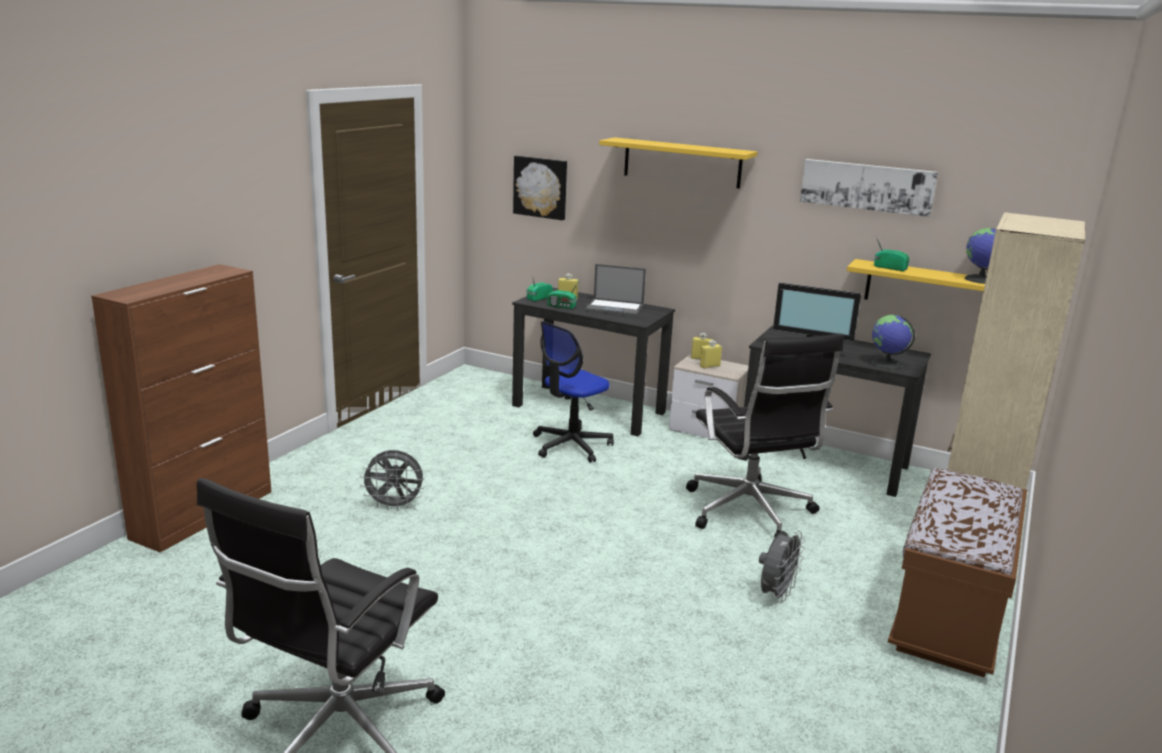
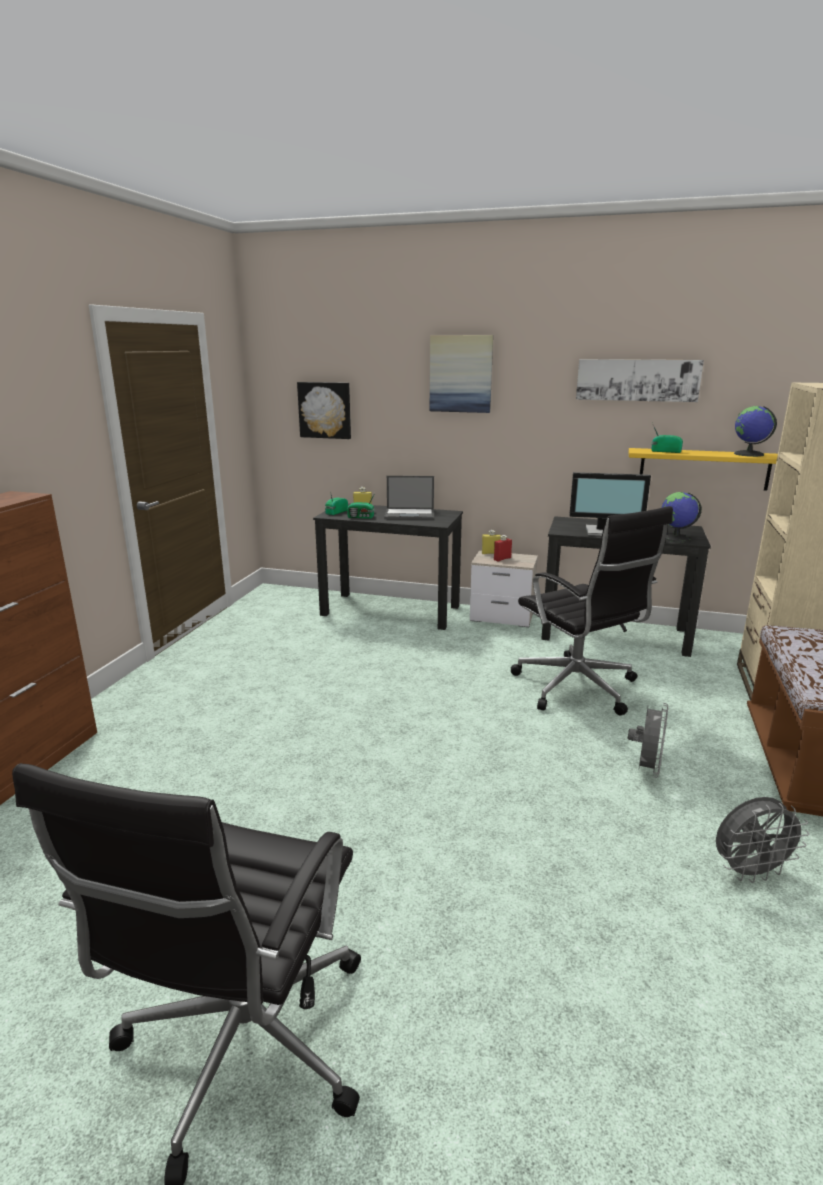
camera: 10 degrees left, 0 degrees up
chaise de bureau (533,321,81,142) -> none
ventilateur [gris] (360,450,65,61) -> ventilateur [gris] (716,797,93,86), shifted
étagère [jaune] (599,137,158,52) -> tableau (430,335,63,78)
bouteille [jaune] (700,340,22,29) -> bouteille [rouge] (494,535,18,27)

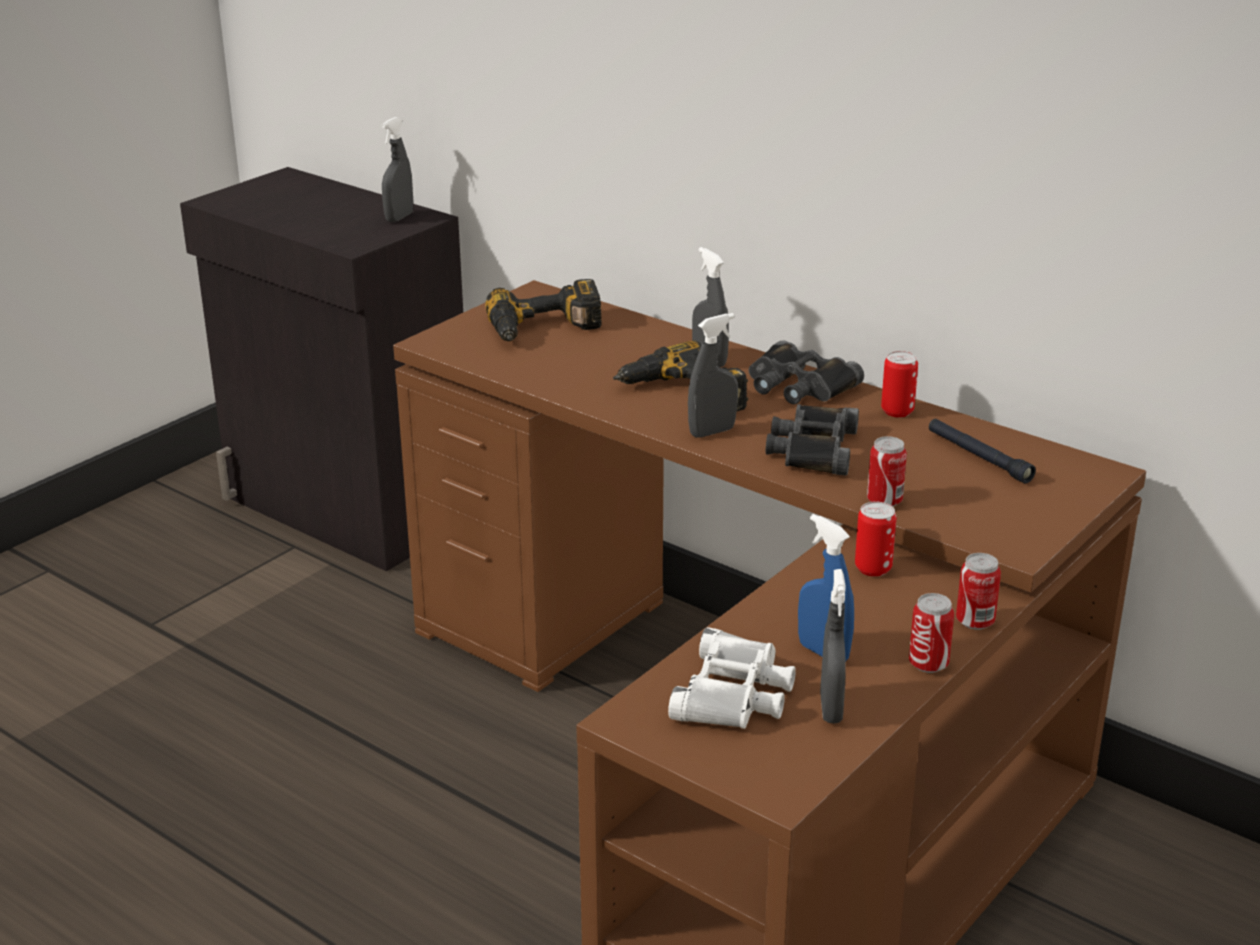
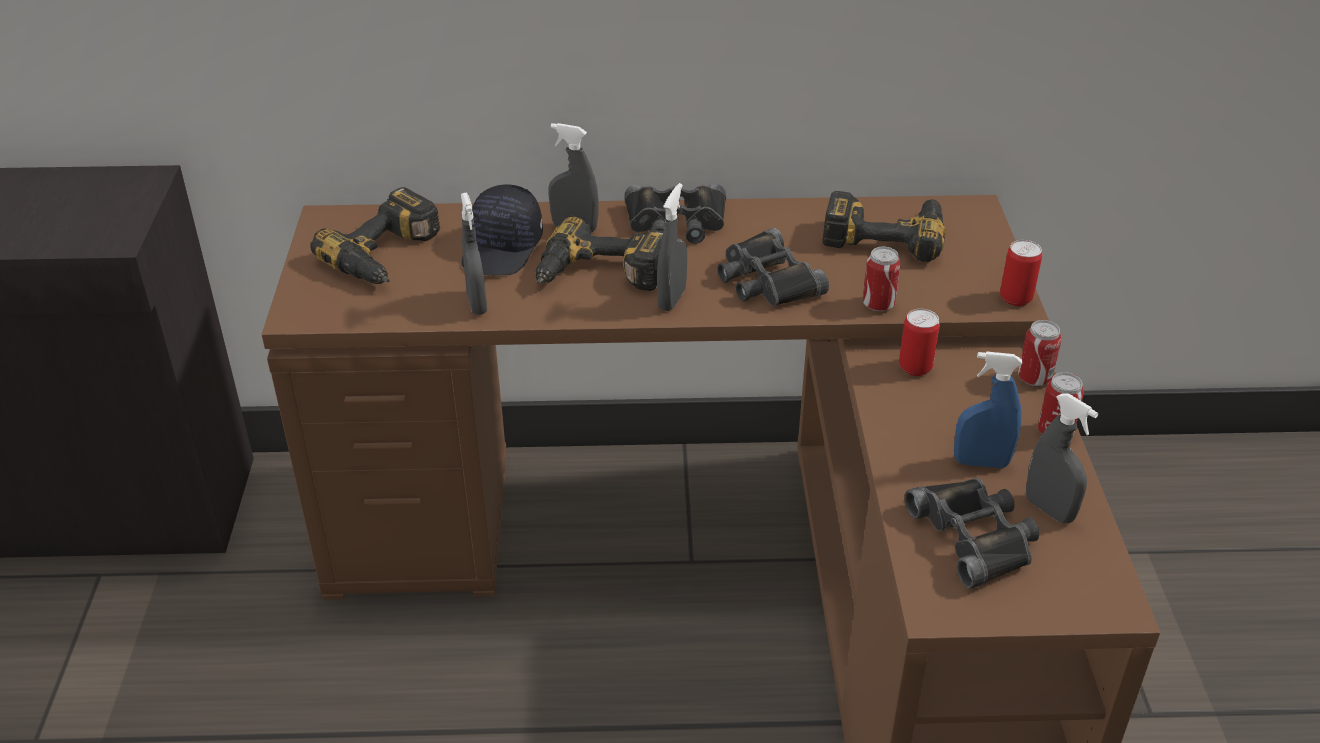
camera: 40 degrees left, 10 degrees up
none -> casquette [noir] (461,185,82,90)
vaporisateur [gris] (382,117,31,105) -> vaporisateur [gris] (461,192,26,123), shifted
boîte métallique (881,351,37,66) -> boîte métallique (1000,240,42,66), shifted
lampe de poche [noir] (929,419,107,65) -> perceuse (823,191,123,71)
jumelles [blanc] (668,627,128,102) -> jumelles [noir] (904,478,135,111)

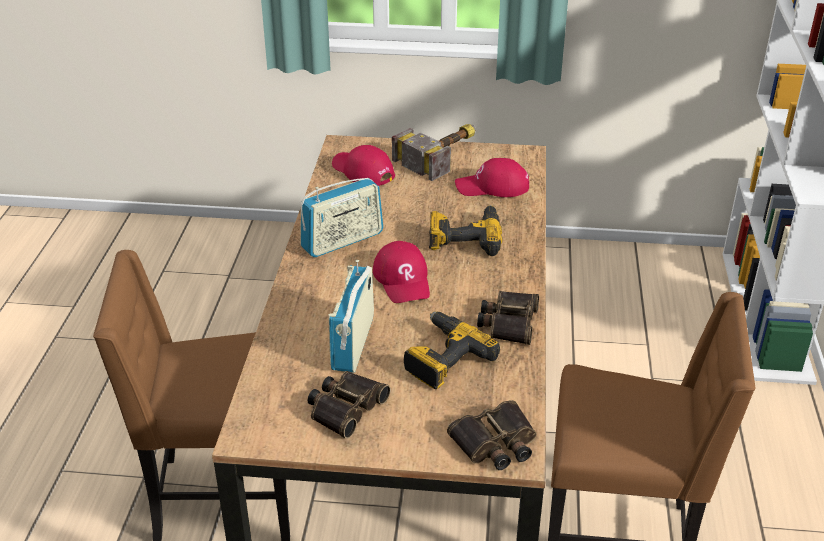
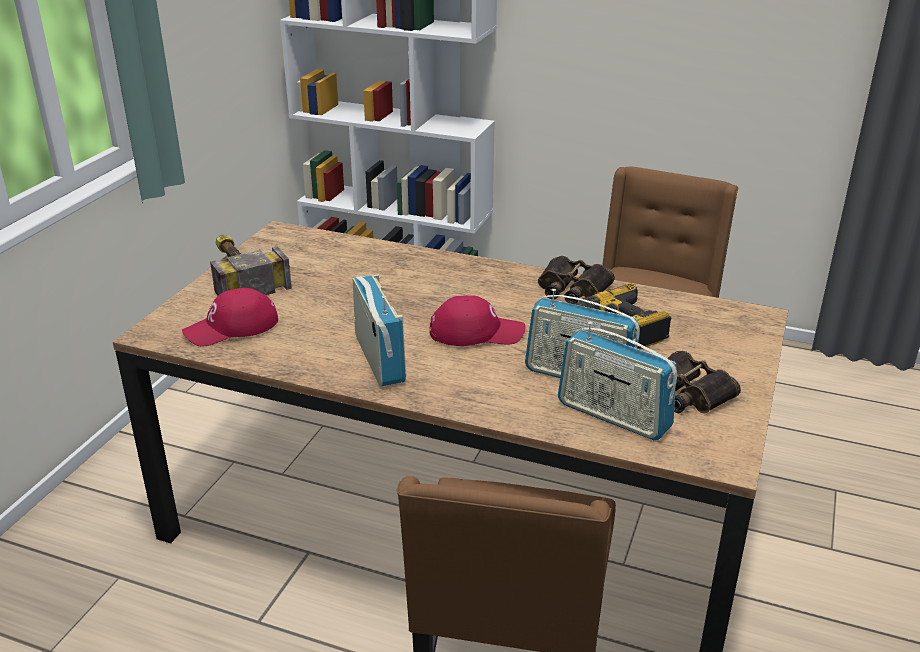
camera: 75 degrees left, 5 degrees down
perceuse (429,205,74,51) -> none
jumelles (447,400,90,70) -> none
casquette [rouge] (455,158,74,39) -> none
none -> radio (558,321,119,119)

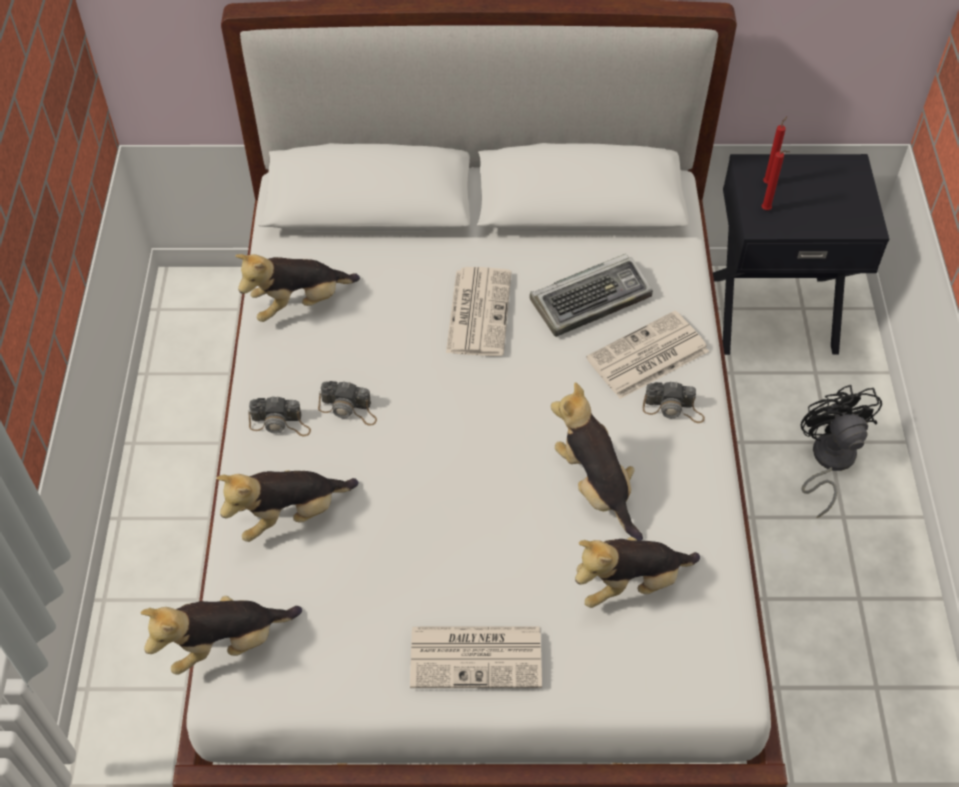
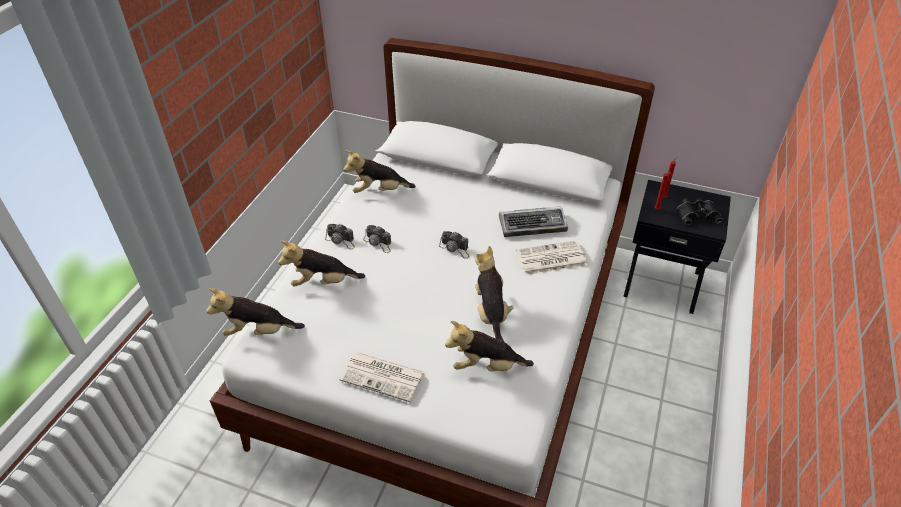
camera: 20 degrees right, 10 degrees down
journal (446,267,65,89) -> none
ventilateur [noir] (801,385,81,133) -> none
none -> jumelles [noir] (677,197,46,28)
appareil photo (643,381,62,42) -> appareil photo (439,231,30,27), shifted

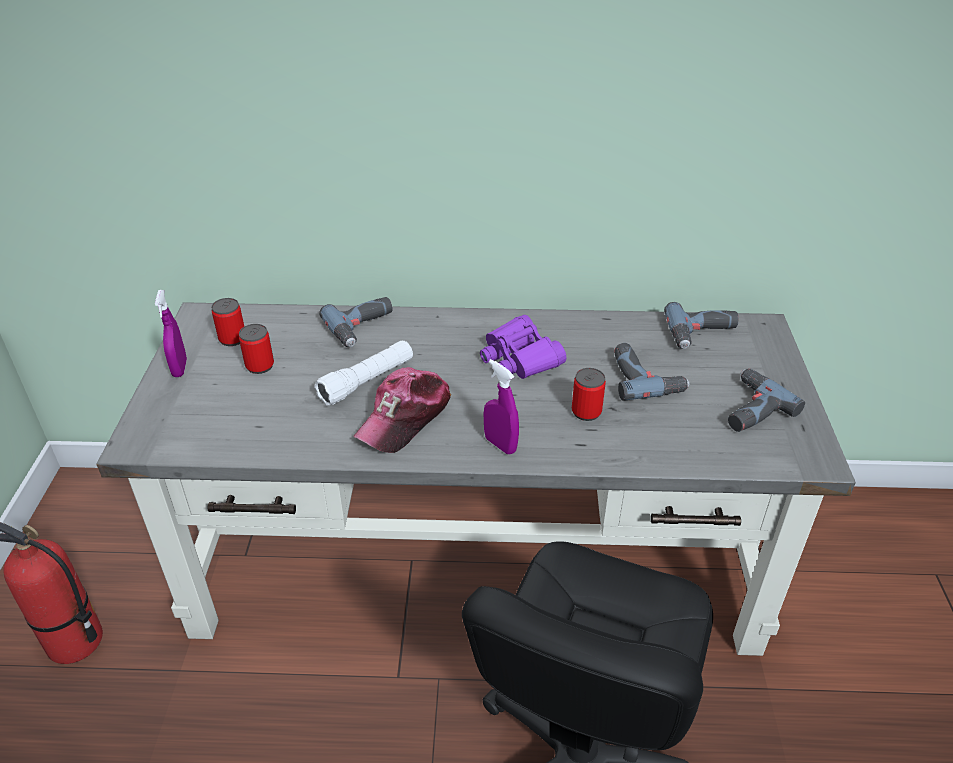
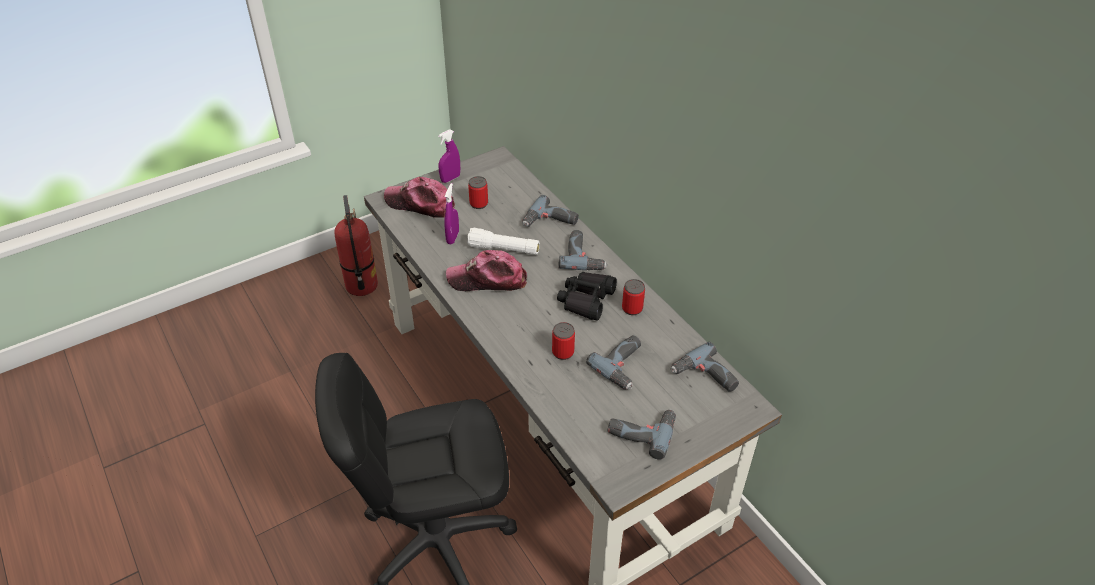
camera: 55 degrees right, 5 degrees up
none -> casquette (384,177,71,41)
none -> perceuse (558,230,49,40)
boîte métallique (211,298,33,48) -> boîte métallique (622,279,23,36), shifted
vaporisateur [violet] (484,359,35,95) -> vaporisateur [violet] (444,183,15,61), shifted
jumelles [violet] (480,315,87,64) -> jumelles [noir] (557,272,60,49)

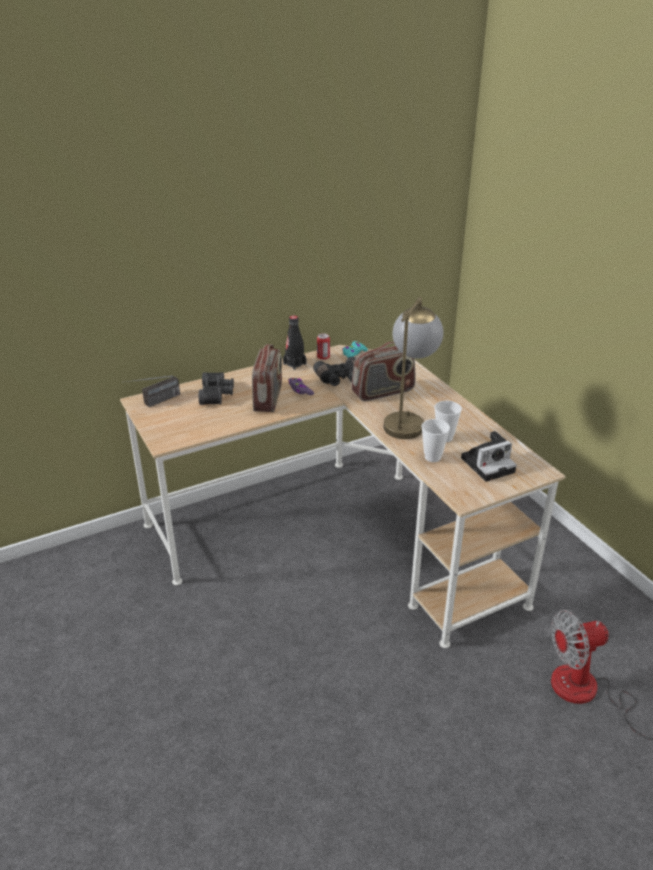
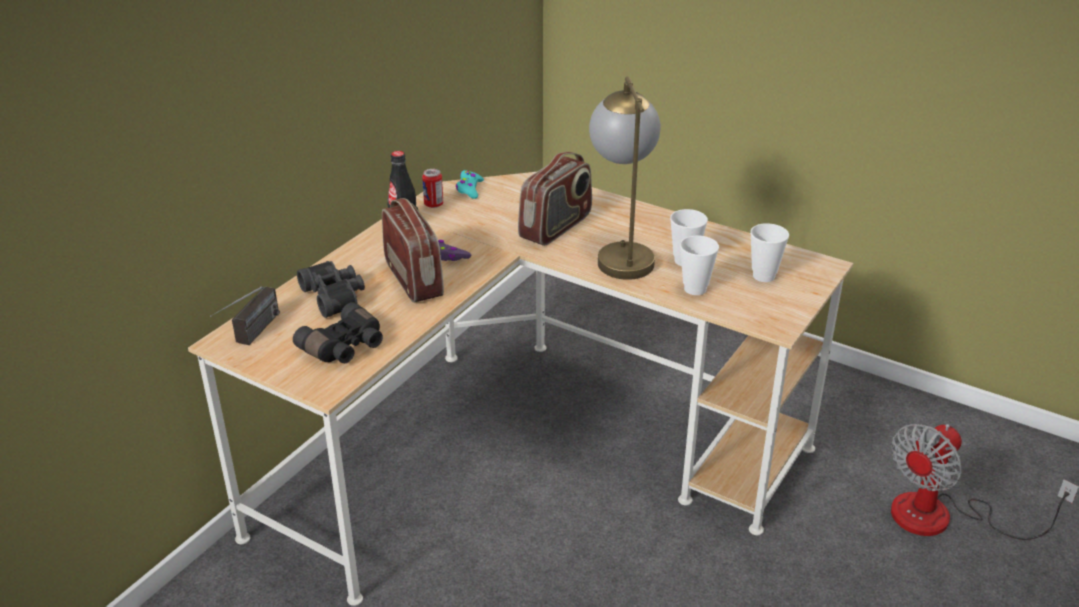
camera: 30 degrees left, 0 degrees up
jumelles [noir] (313,357,43,29) -> jumelles [noir] (293,302,90,61), shifted
appareil photo (461,431,56,51) -> tasse (750,223,39,59)

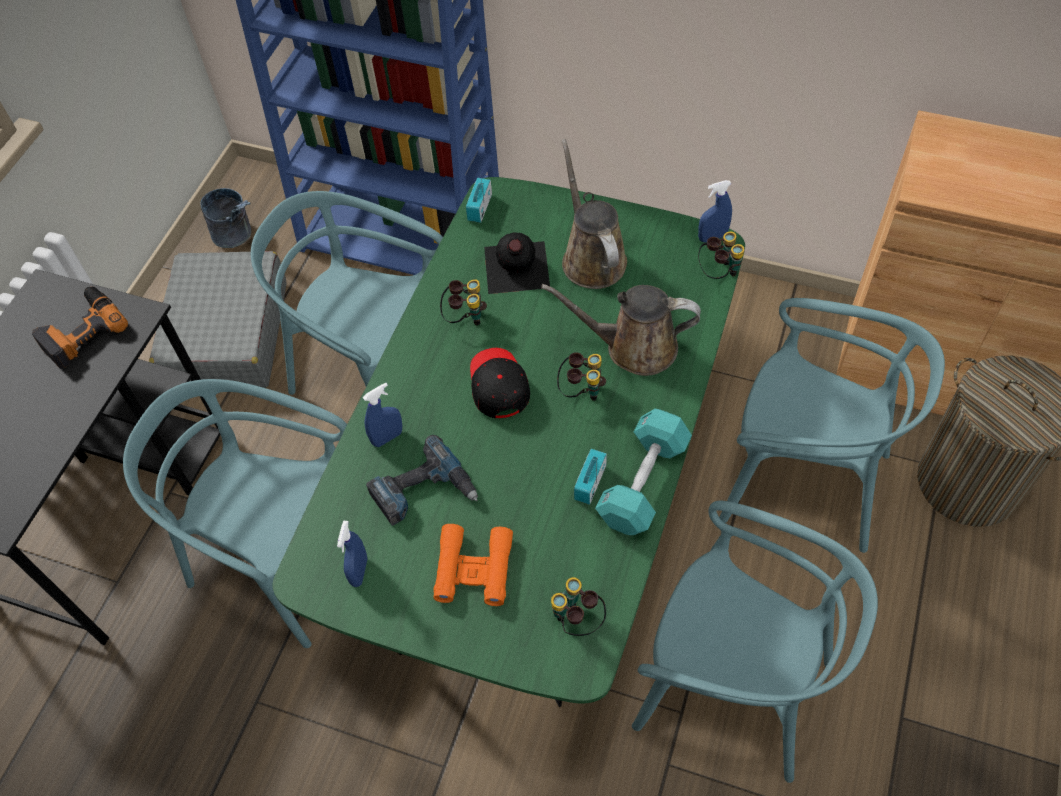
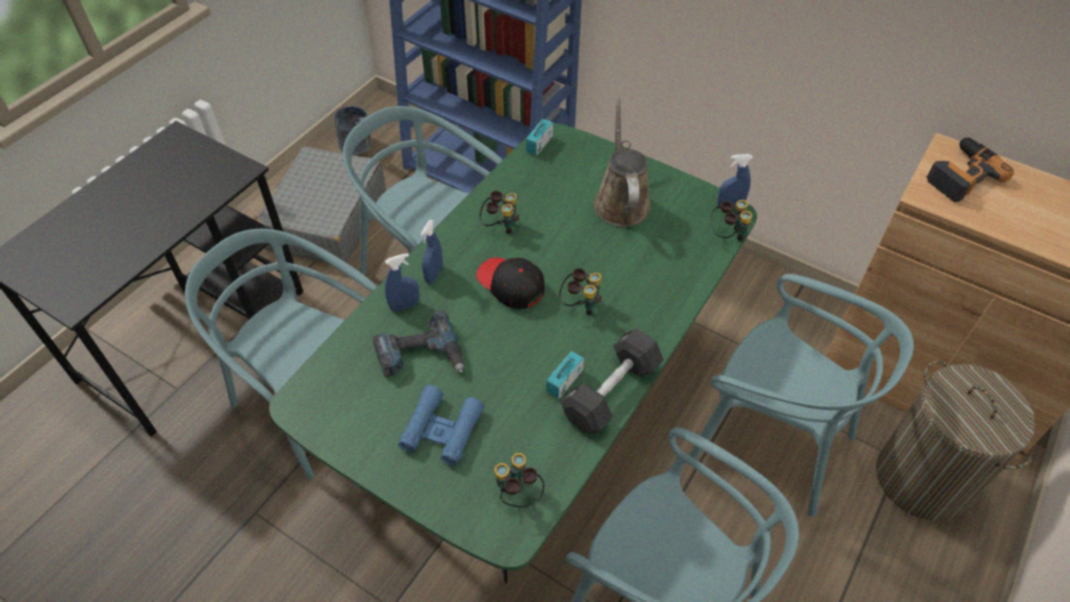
camera: 10 degrees right, 5 degrees down
bouteille [noir] (484,232,66,62) -> none
arrosoir [marron] (541,284,160,92) -> none
perceuse (32,287,96,82) -> perceuse (927,138,87,64), shifted
vaporisateur [bleu] (337,521,30,66) -> vaporisateur [bleu] (421,220,22,64), shifted
jumelles [orange] (433,524,80,82) -> jumelles [bleu] (398,385,86,81)
haltère [turquoise] (595,408,97,127) -> haltère [noir] (560,328,104,106)
casquette [noir] (470,348,60,70) -> casquette [noir] (476,257,69,52), 45 degrees counterclockwise

